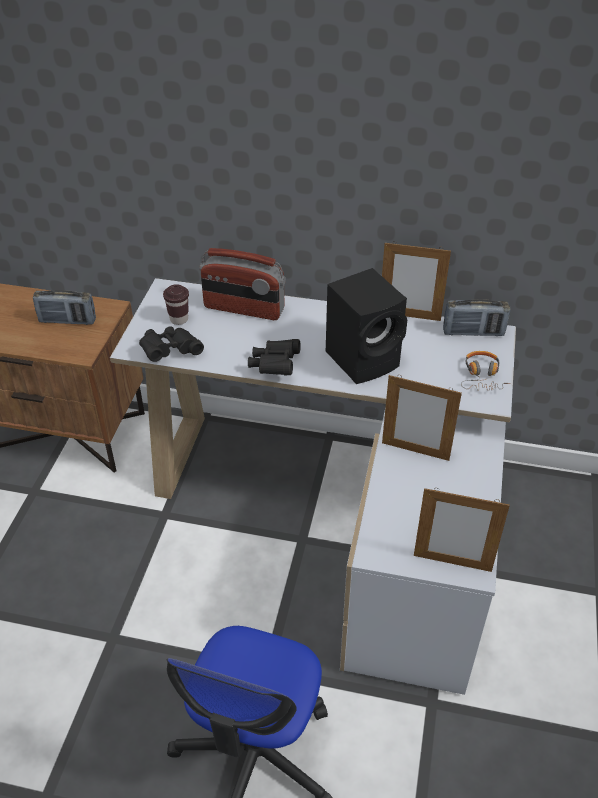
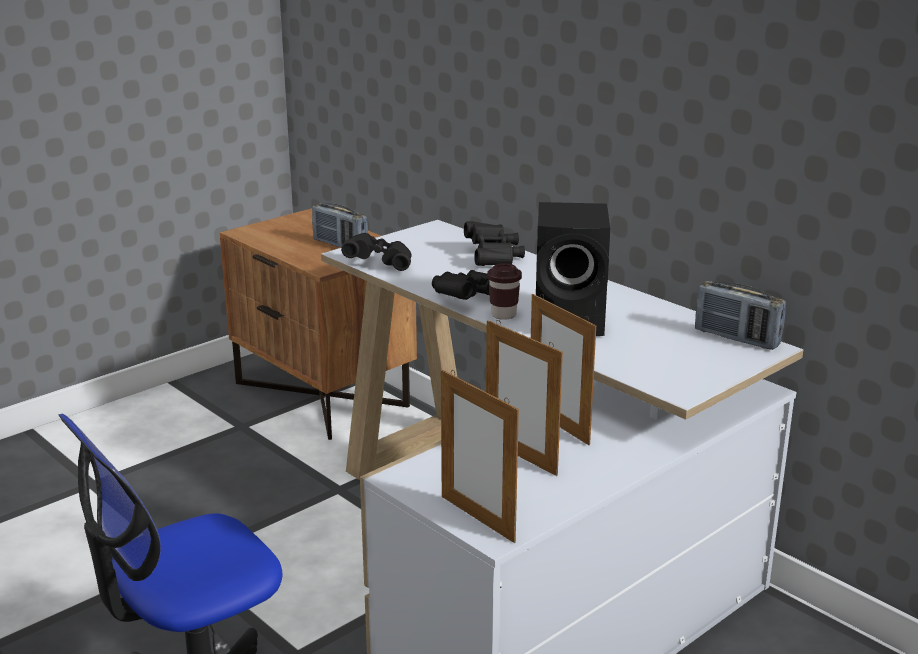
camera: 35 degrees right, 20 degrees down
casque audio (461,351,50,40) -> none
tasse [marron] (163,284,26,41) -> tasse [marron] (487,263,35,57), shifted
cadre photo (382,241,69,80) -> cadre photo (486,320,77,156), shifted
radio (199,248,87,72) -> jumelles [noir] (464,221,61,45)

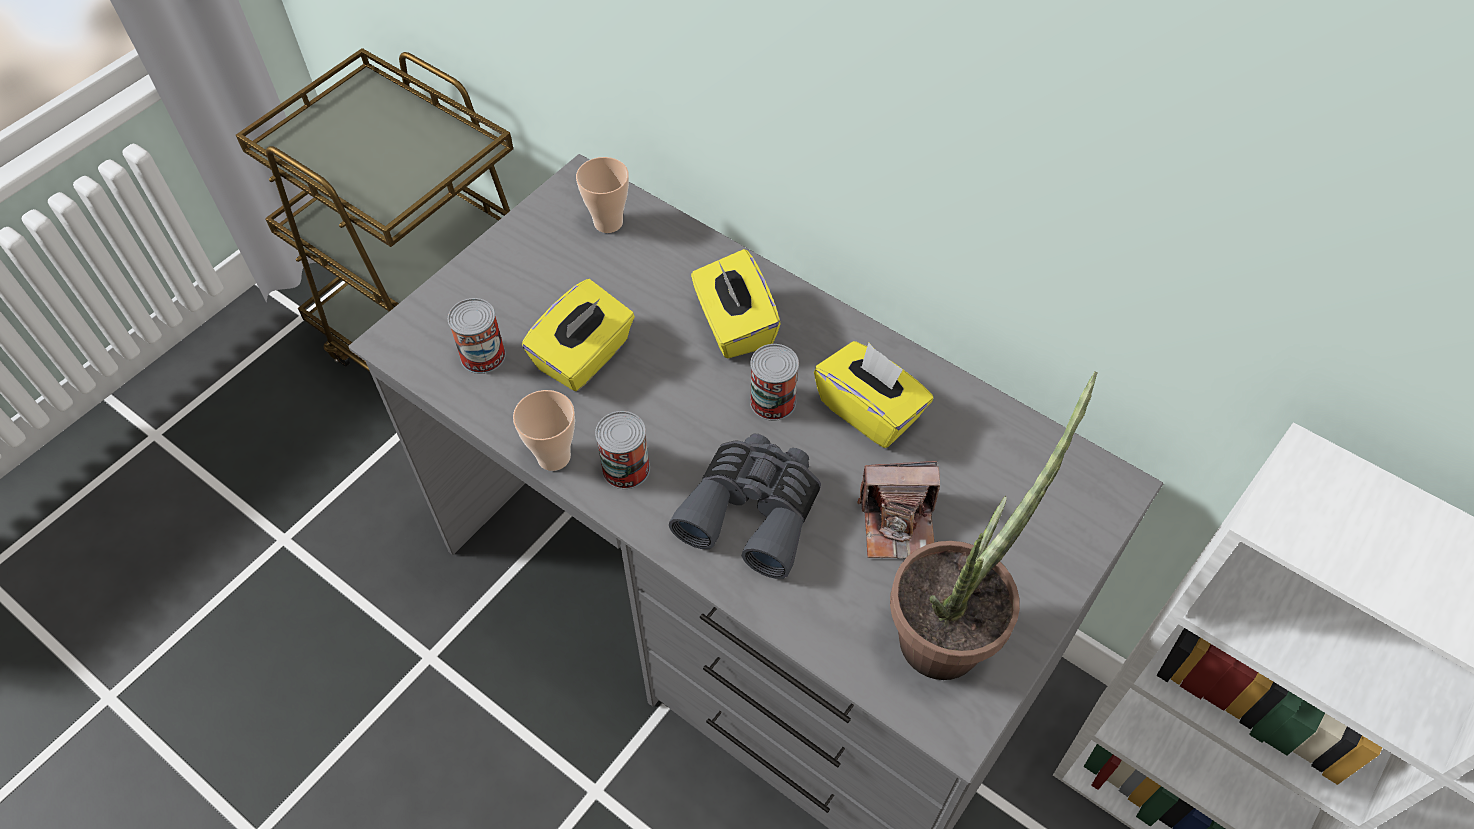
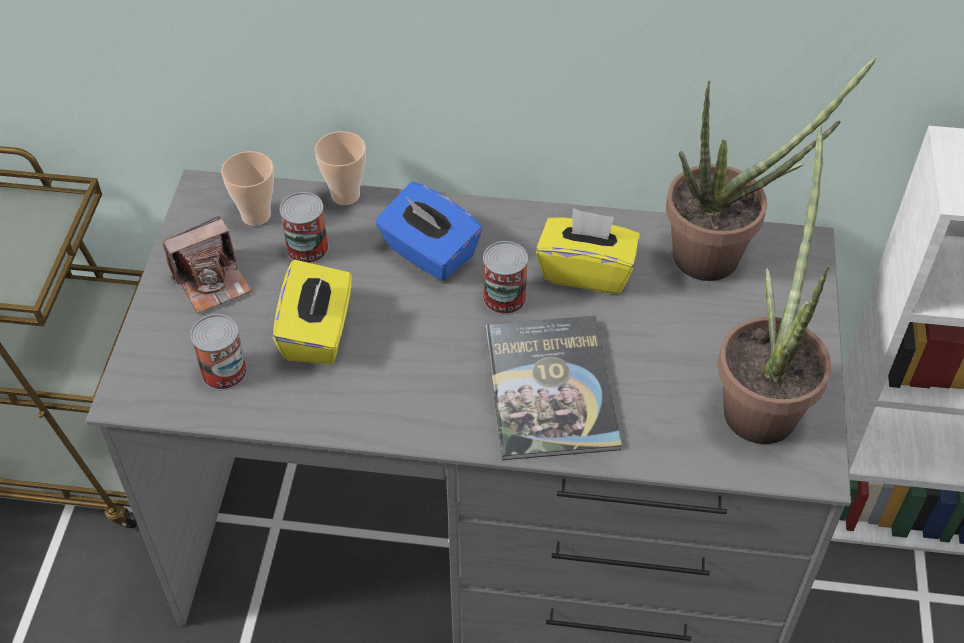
camera: 30 degrees left, 5 degrees down
none -> plante en pot (666,55,212,226)
tasse (513,390,62,81) -> tasse (315,131,51,74), shifted
boîte métallique (595,411,55,78) -> boîte métallique (280,192,49,71), shifted
appareil photo (857,461,83,98) -> appareil photo (162,216,90,98), shifted
jumelles [gris] (669,434,152,145) -> livre (485,316,137,144)
boîte à mouchoirs [jaune] (691,249,90,110) -> boîte à mouchoirs [bleu] (375,182,107,99)

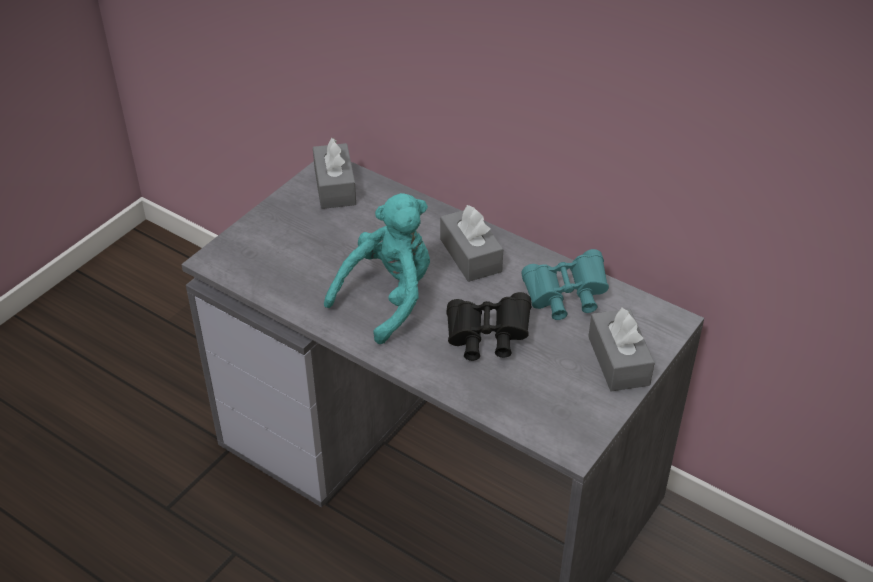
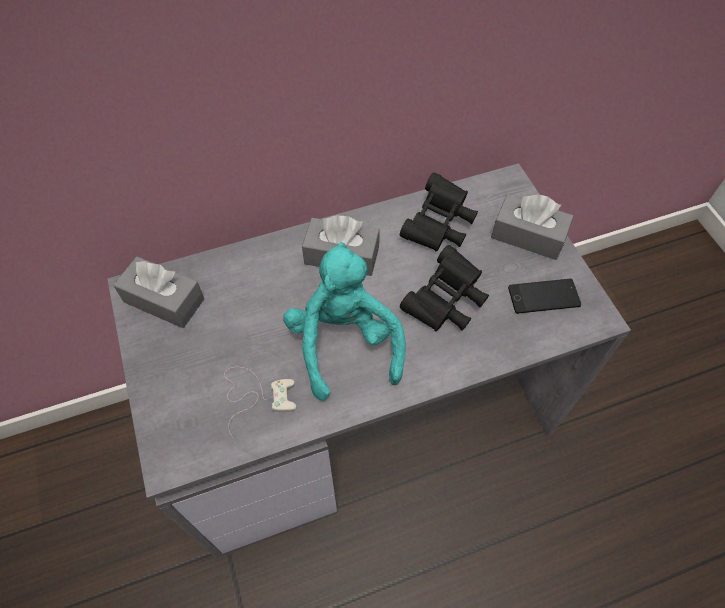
camera: 55 degrees left, 15 degrees up
none -> manette [blanc] (224,367,72,72)
none -> téléphone (508,279,73,35)
jumelles [turquoise] (521,249,88,71) -> jumelles [noir] (400,173,78,79)

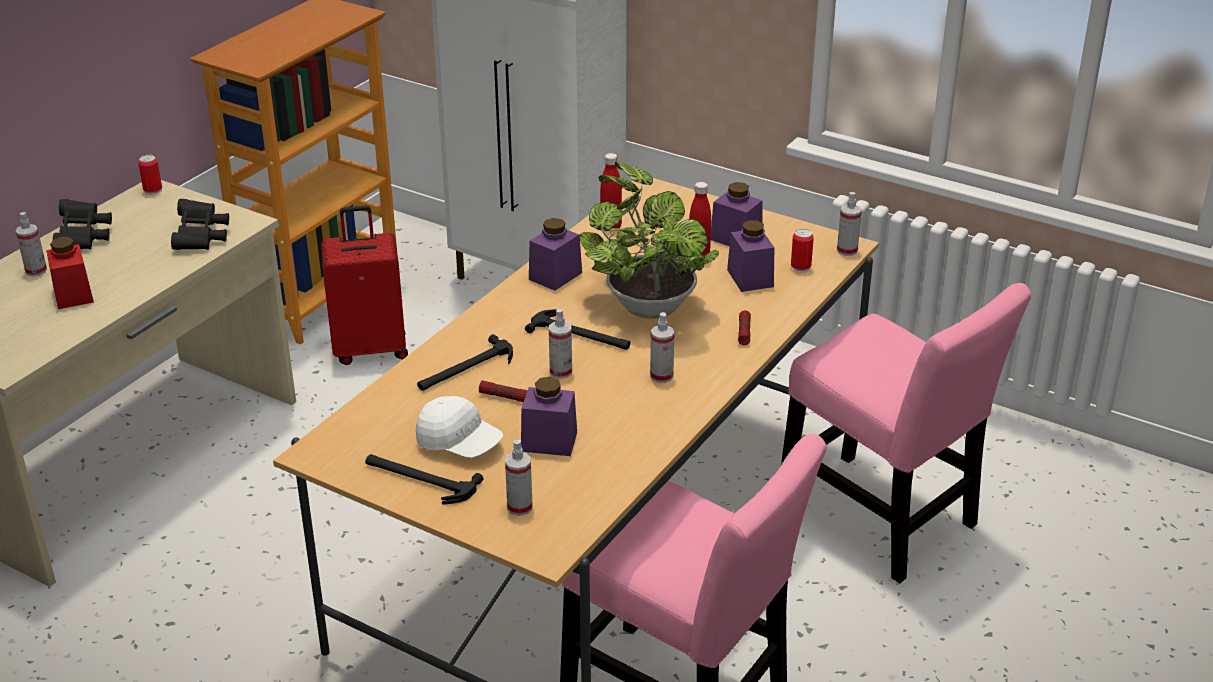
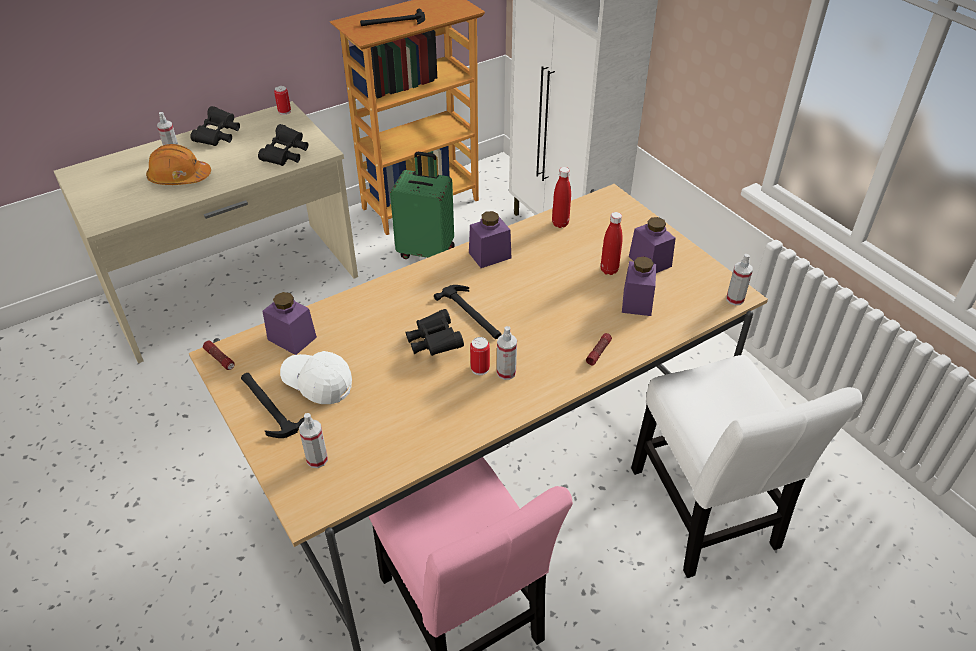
camera: 25 degrees right, 10 degrees up
plante en pot (579,162,140,157) -> none
marteau (417,334,96,57) -> marteau (360,9,65,17), shifted
lampe de poche (479,380,49,22) -> lampe de poche (203,341,32,29), shifted
bocal [violet] (521,377,56,79) -> bocal [violet] (262,292,55,63), shifted
boîte métallique (791,229,23,44) -> boîte métallique (470,337,20,38), shifted
bocal [rouge] (46,237,48,72) -> casque de chantier [orange] (146,144,65,41)
vaporisateur (549,309,23,70) -> jumelles [noir] (405,309,59,47)
valise [rouge] (321,205,87,160) -> valise [vert] (390,152,65,107)
chaise [rose] (781,283,250,300) -> chaise [blanc] (631,355,232,223)
casquette [blanc] (416,396,87,62) -> casquette [blanc] (280,351,72,53), 150 degrees clockwise

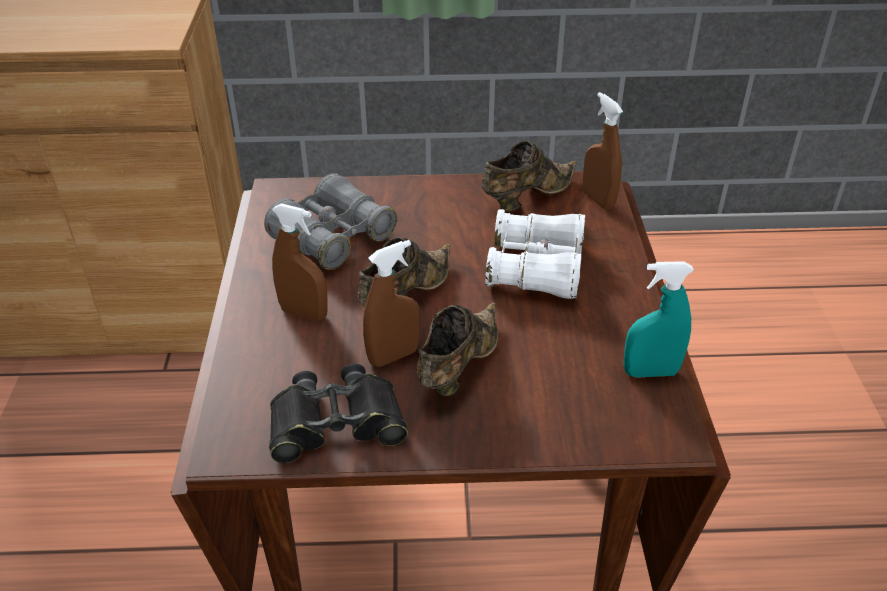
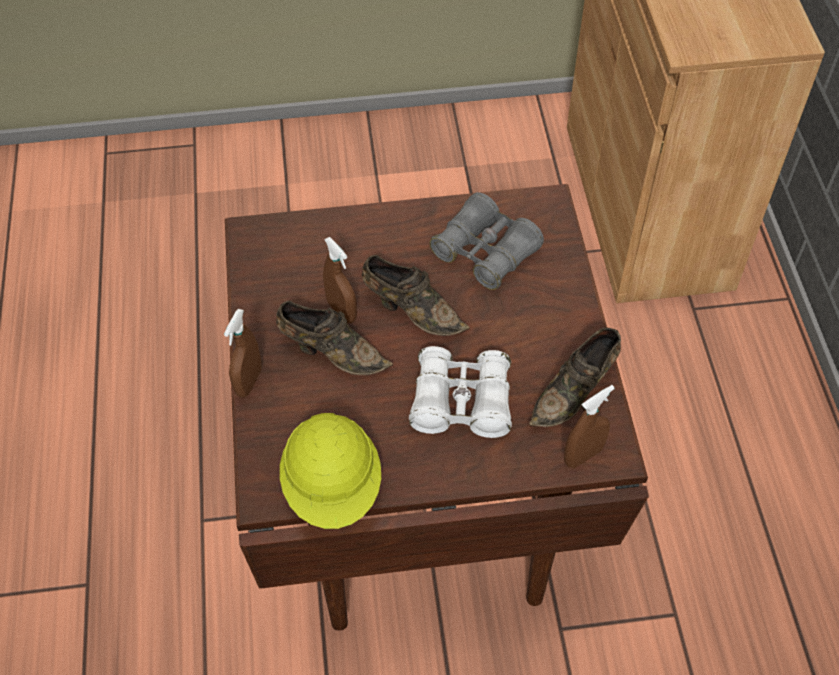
camera: 85 degrees right, 15 degrees up
jumelles [noir] (269,364,139,99) -> none
vaporisateur [marron] (272,203,56,118) -> vaporisateur [marron] (224,309,38,89), shifted
vaporisateur [turquoise] (623,261,71,117) -> casque de chantier [jaune] (280,413,101,116)
chaussure [marron] (482,141,95,71) -> chaussure [marron] (529,328,92,99), 90 degrees clockwise

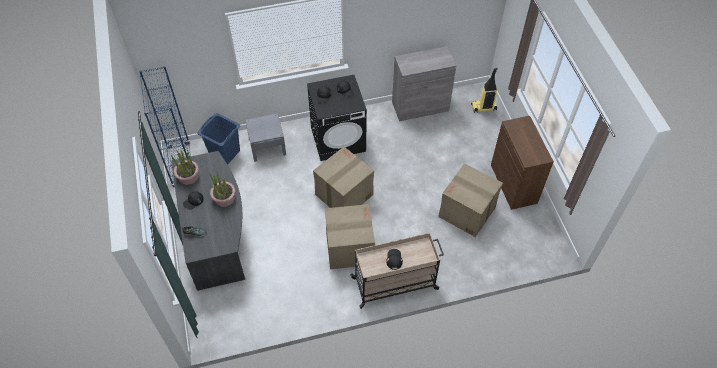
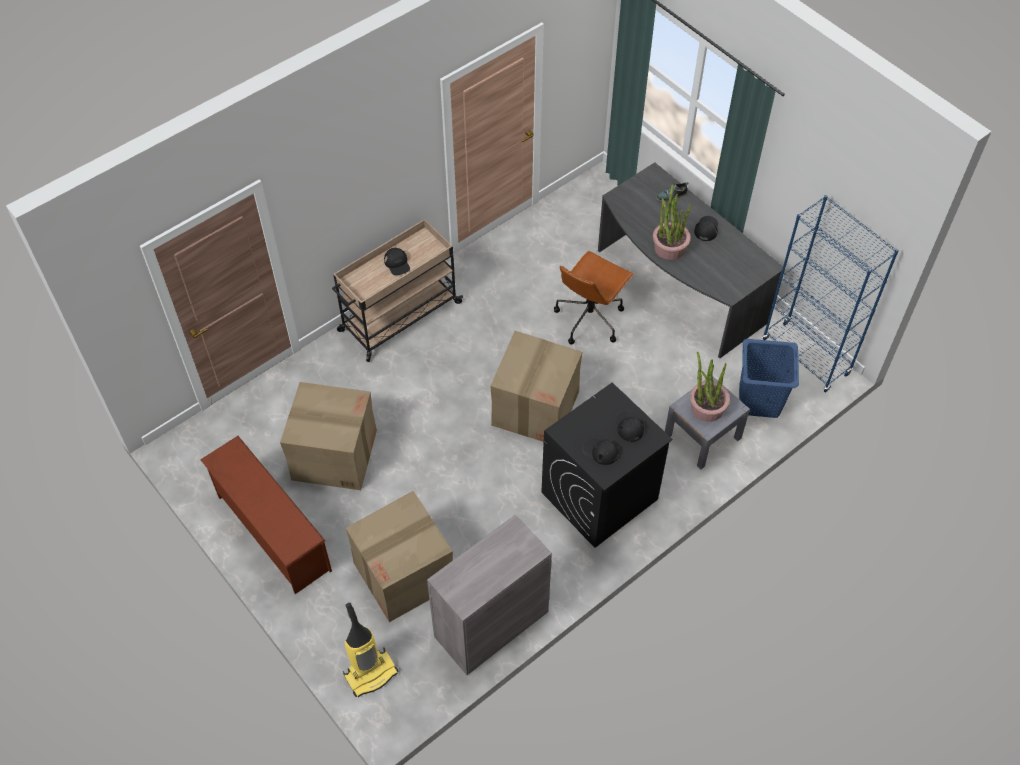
camera: 155 degrees right, 0 degrees up
none -> chaise de bureau [marron] (554,251,80,94)
plante en pot (171,150,28,35) -> plante en pot (690,351,40,71), shifted
carton (324,204,51,65) -> carton (346,491,107,131), shifted
meuble de rangement [marron] (491,116,63,94) -> étagère à chaussures [marron] (200,436,132,158)

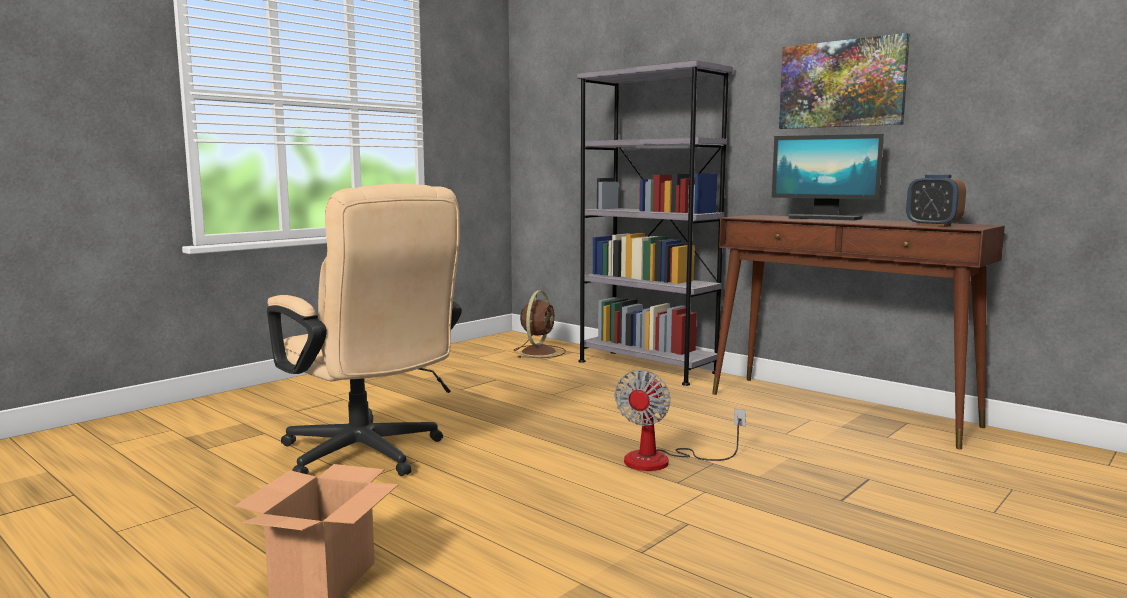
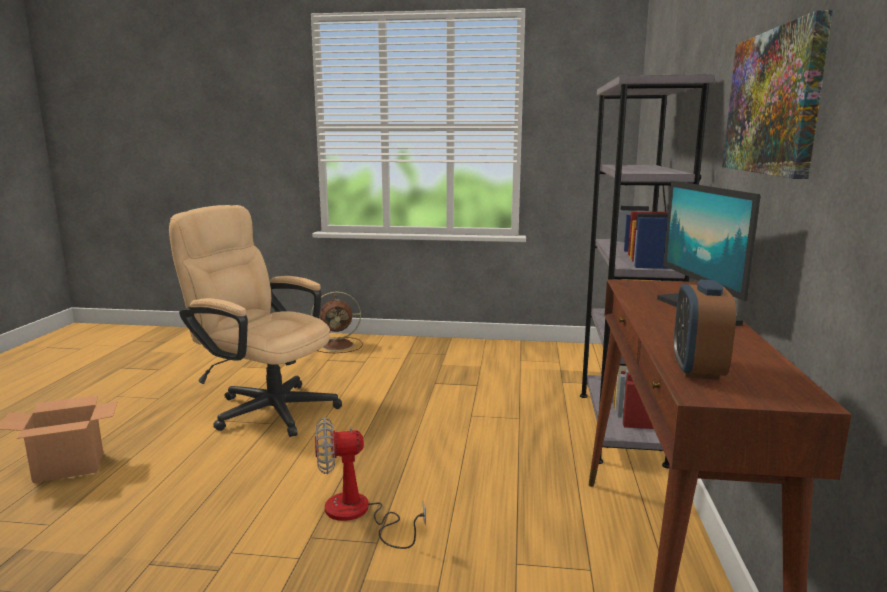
camera: 55 degrees right, 5 degrees up
ventilateur [marron] (514,290,52,68) -> ventilateur [marron] (311,291,52,62), shifted
chaise de bureau [beige] (267,184,195,292) -> chaise de bureau [beige] (169,205,173,232), 105 degrees clockwise

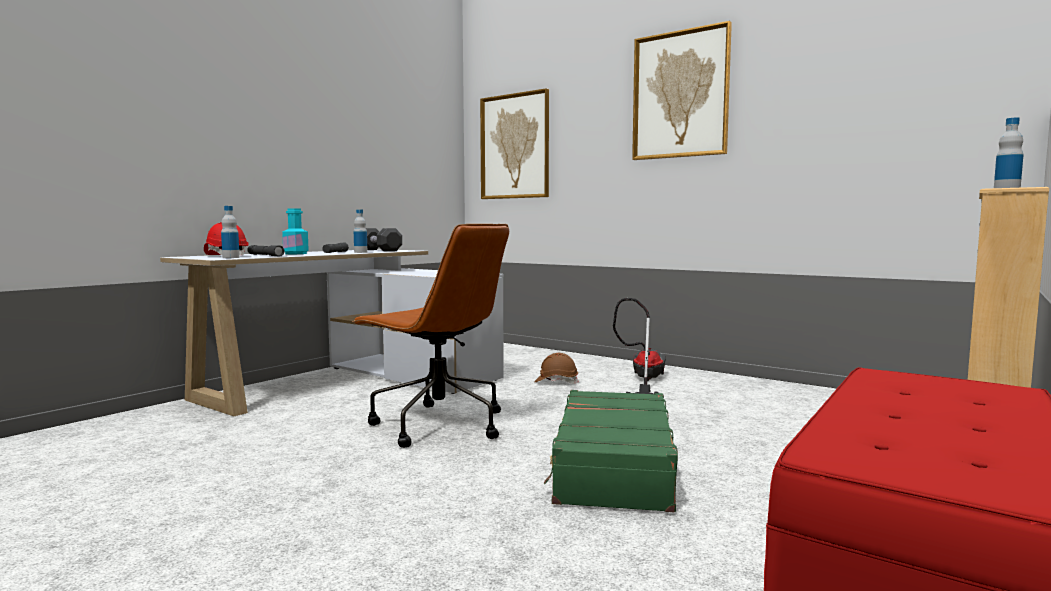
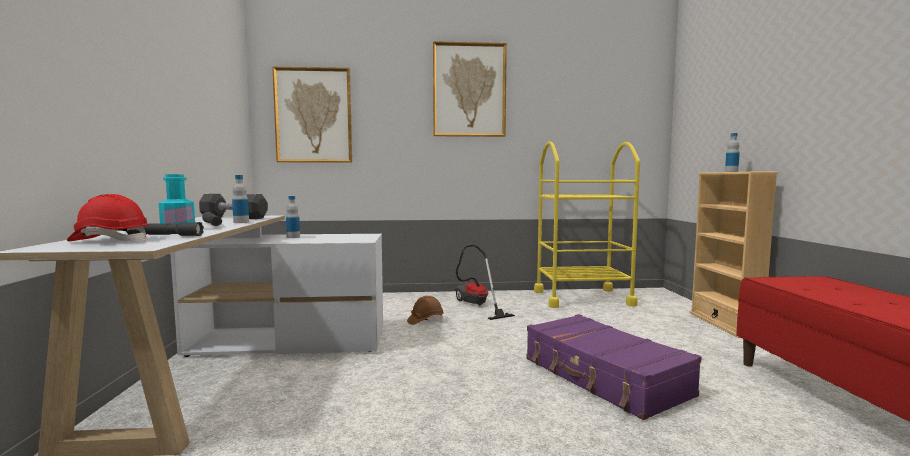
camera: 40 degrees left, 0 degrees up
chaise de bureau [marron] (352,224,157,224) -> none
none -> chariot [jaune] (534,141,106,167)
bouteille (221,206,19,52) -> bouteille (286,196,14,42), shifted
valise [vert] (544,390,134,122) -> valise [violet] (527,314,174,106)

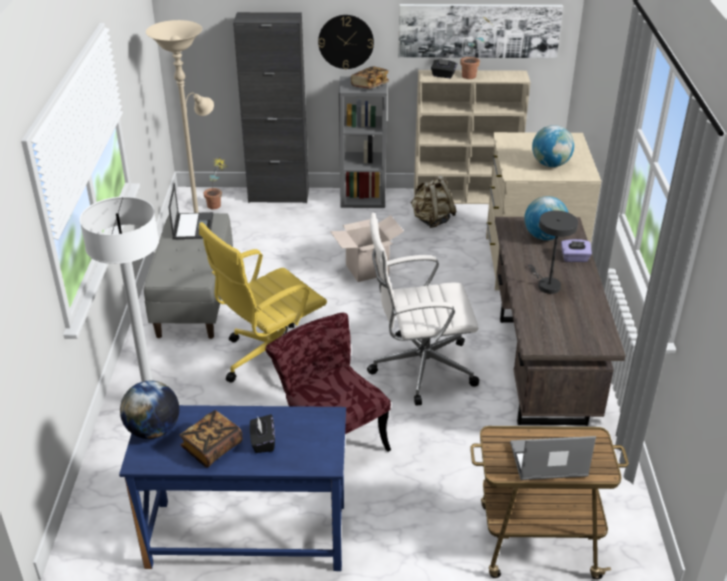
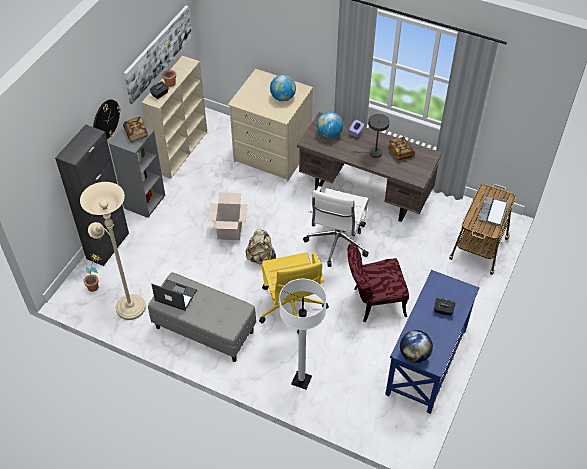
camera: 65 degrees left, 15 degrees up
livre (179,410,63,57) -> livre (388,137,27,23), shifted
sac à dos [beige] (411,176,45,52) -> sac à dos [beige] (246,229,30,36), shifted

